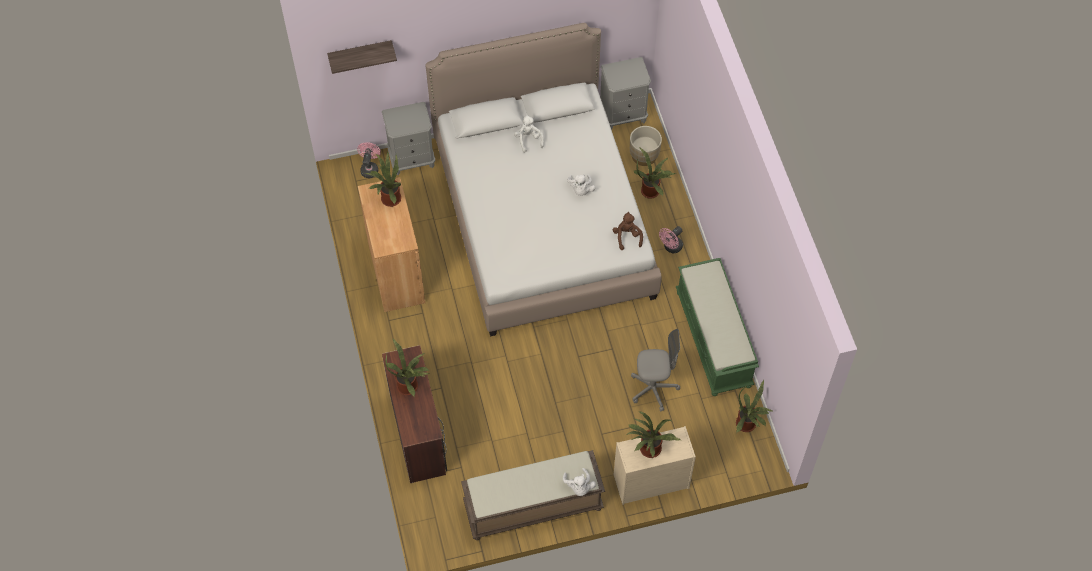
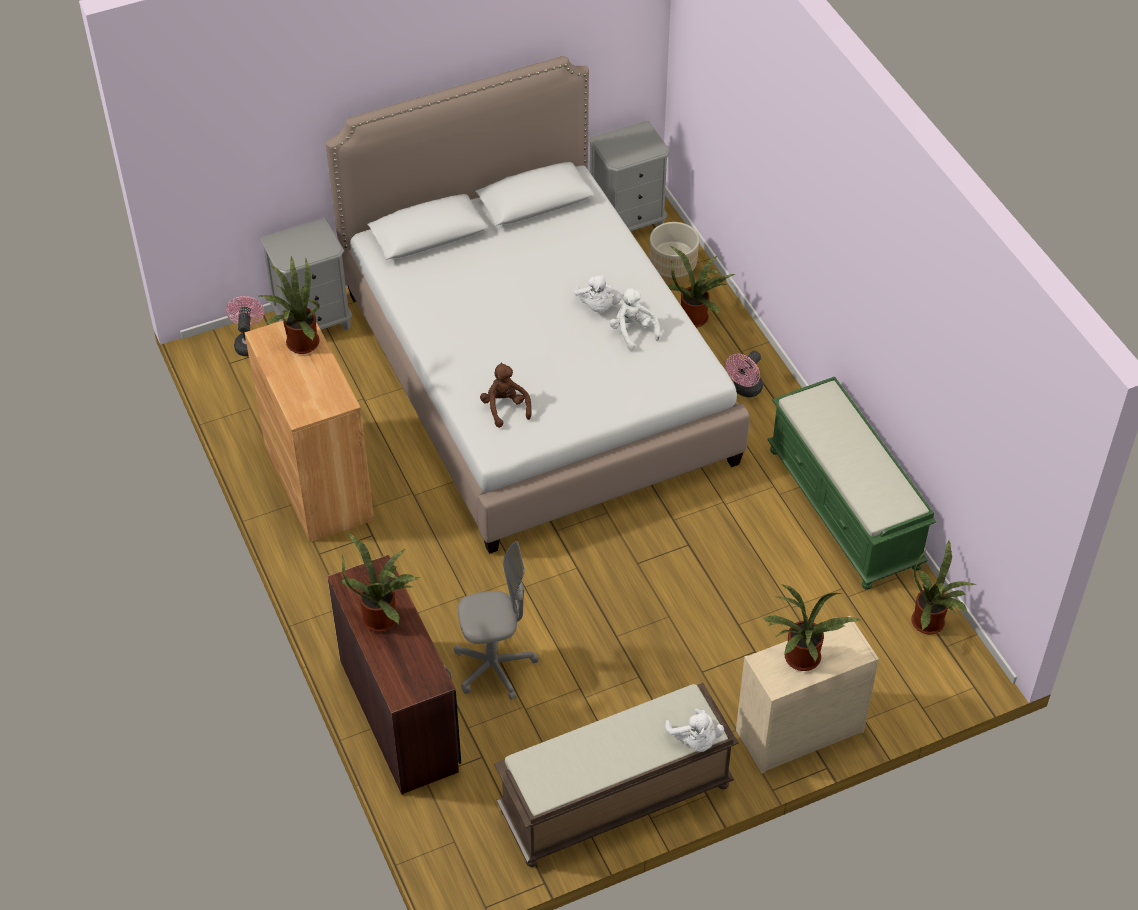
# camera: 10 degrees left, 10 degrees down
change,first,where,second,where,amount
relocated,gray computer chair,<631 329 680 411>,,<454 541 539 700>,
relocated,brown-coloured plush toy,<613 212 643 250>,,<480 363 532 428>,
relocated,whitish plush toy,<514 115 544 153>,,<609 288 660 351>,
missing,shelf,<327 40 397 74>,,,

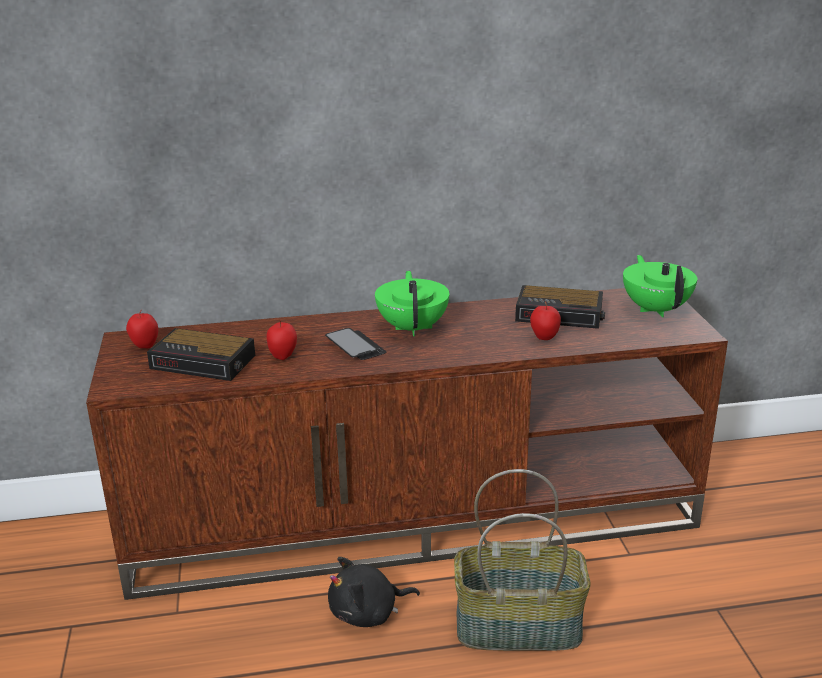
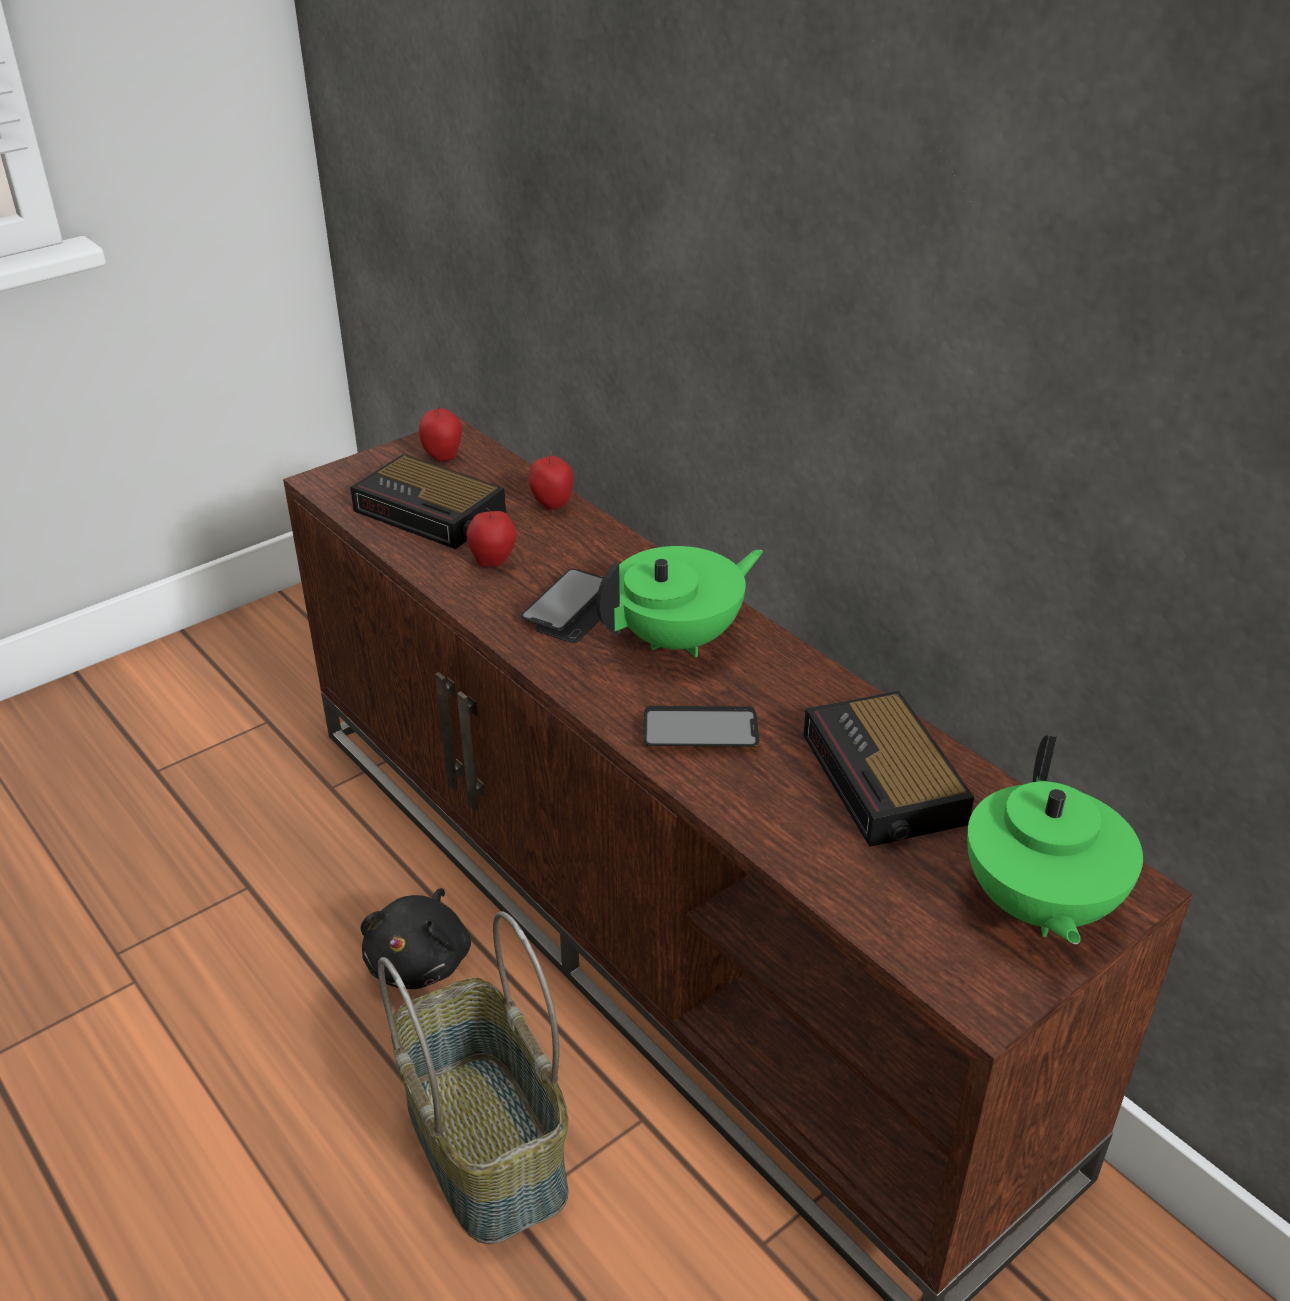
# camera: 60 degrees right, 10 degrees up
change,first,where,second,where,amount
spun,table clock,<147 328 255 381>,,<350 454 506 549>,45 degrees counterclockwise
spun,blackish plush toy,<328 557 420 627>,,<361 888 471 989>,120 degrees counterclockwise
relocated,apple,<530 301 561 340>,,<528 451 573 510>,
appeared,,,handset,<643 706 759 747>,
spun,green-coloured teapot,<623 255 697 317>,,<967 735 1143 944>,135 degrees clockwise

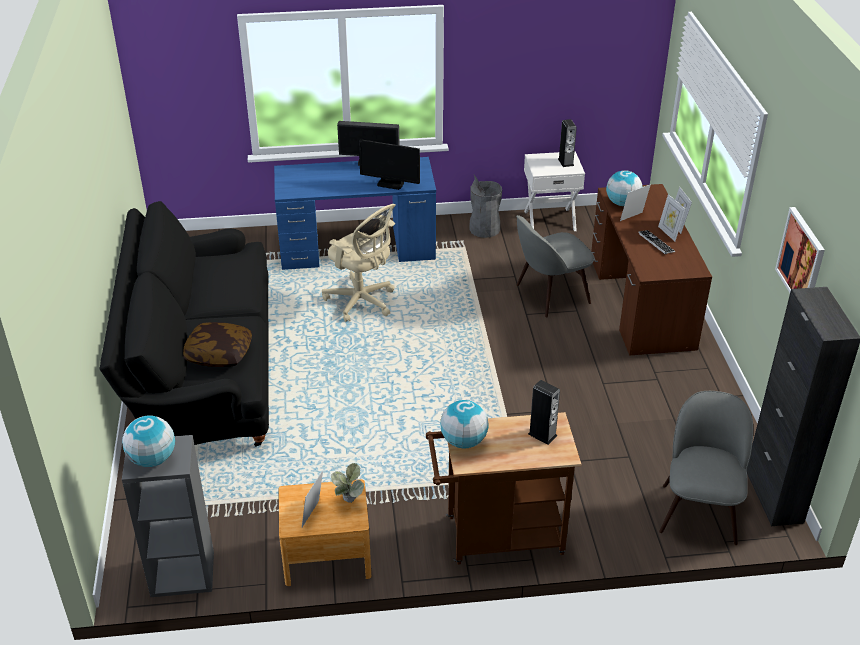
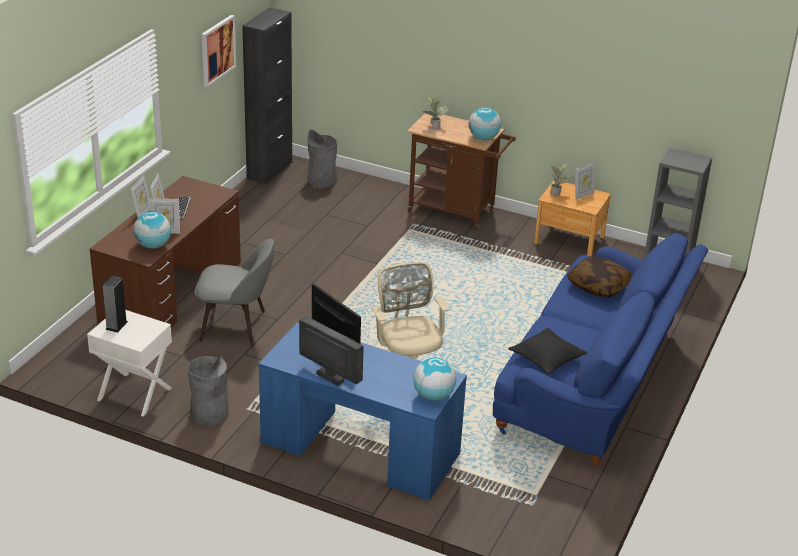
# camera: 150 degrees left, 5 degrees down
change,first,where,second,where,amount
exchanged,gray chair,<659 391 753 545>,gray rubbish bin,<307 130 337 188>,
relocated,globe,<122 416 175 467>,,<413 358 456 401>,
exchanged,speaker,<528 380 560 445>,plant in a pot,<423 96 449 130>,
colour,blackish couch,<99 201 269 446>,blue-coloured couch,<493 233 708 466>,
appeared,,,blackish cushion,<508 328 587 375>,

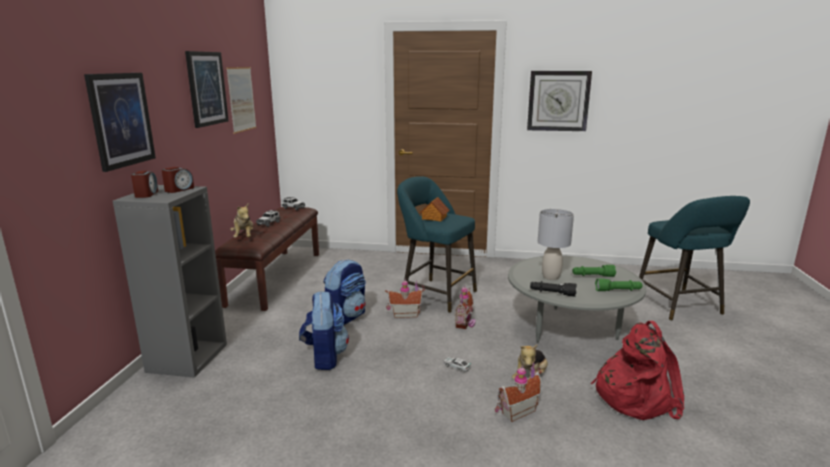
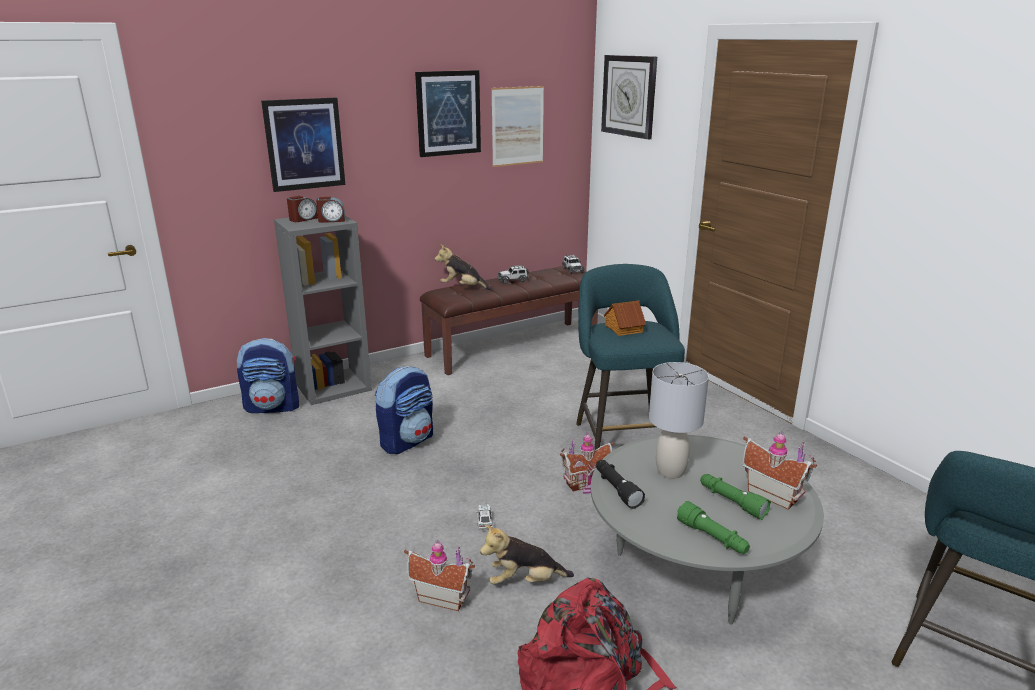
# camera: 50 degrees right, 5 degrees up
change,first,where,second,where,amount
relocated,backpack,<324 259 366 325>,,<237 338 299 413>,
spun,plush toy,<230 203 253 238>,,<435 244 493 291>,75 degrees clockwise
relocated,clock on the wall,<527 71 592 131>,,<601 55 657 140>,
relocated,miniature house,<385 280 425 318>,,<743 430 817 510>,

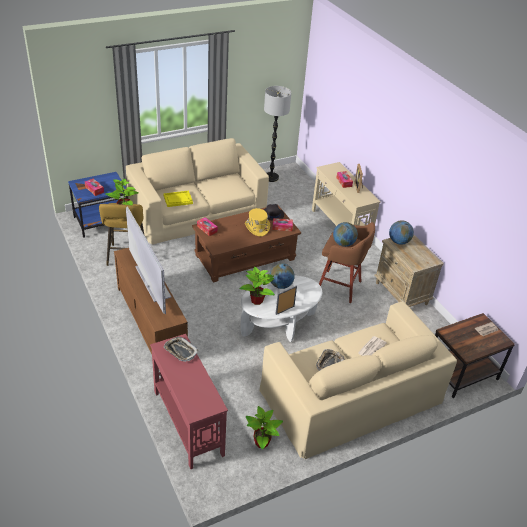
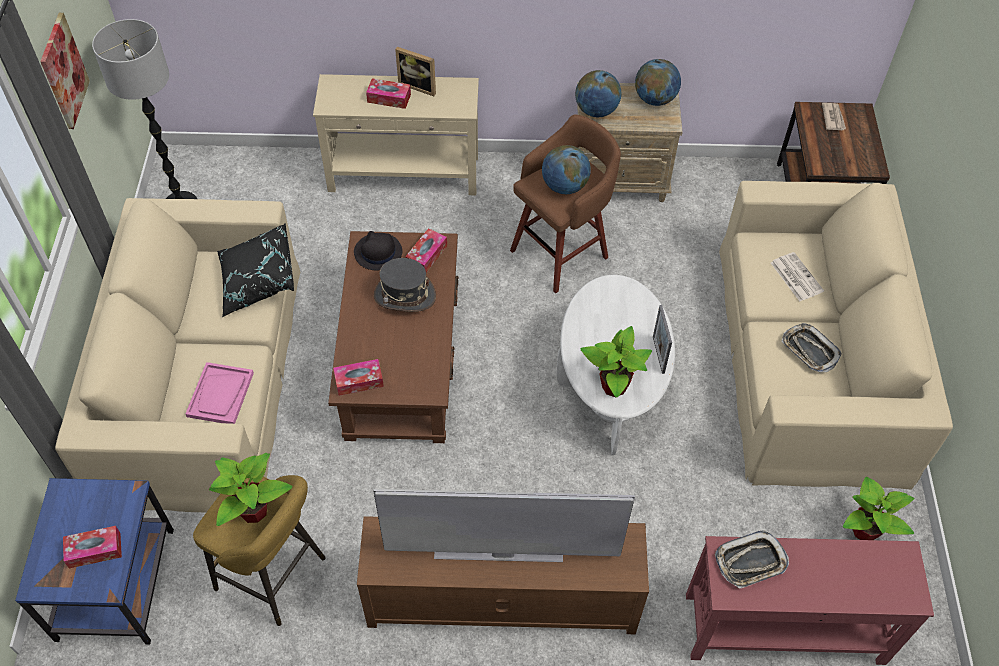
# camera: 60 degrees left, 15 degrees up
change,first,where,second,where,amount
appeared,,,picture,<40 13 90 129>,
colour,yellowish tray,<163 191 193 207>,pinkish tray,<186 362 254 424>,
appeared,,,blackish cushion,<217 223 294 317>,
colour,yellowish wearable hat,<245 208 270 236>,gray wearable hat,<374 258 436 312>,
relocated,globe,<270 263 295 289>,,<635 59 681 106>,

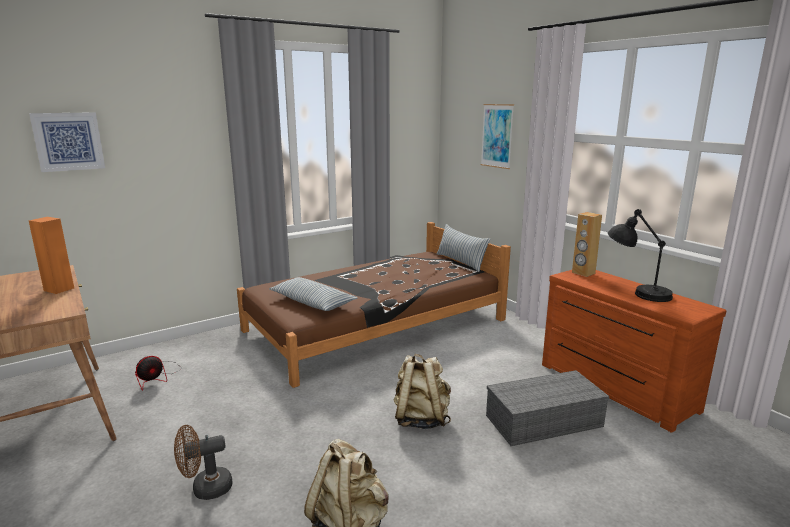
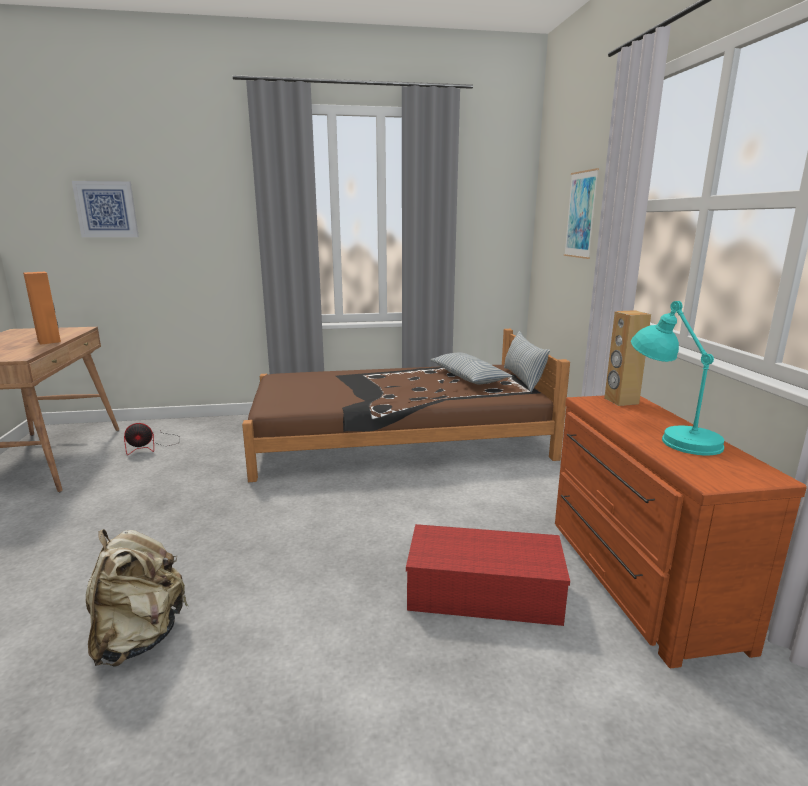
# camera: 25 degrees right, 0 degrees up
change,first,where,second,where,amount
colour,gray storage box,<486 370 609 446>,red-coloured storage box,<406 524 570 626>,
relocated,cushion,<269 277 358 311>,,<430 352 512 384>,
colour,blackish table lamp,<608 209 673 302>,turquoise-coloured table lamp,<631 301 724 456>,
missing,brown-coloured cooling fan,<174 425 232 500>,,,
missing,beige backpack,<394 354 451 429>,,,

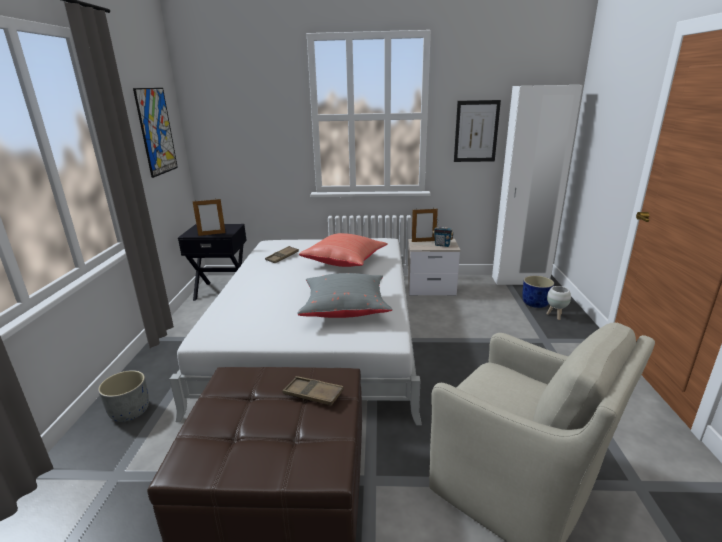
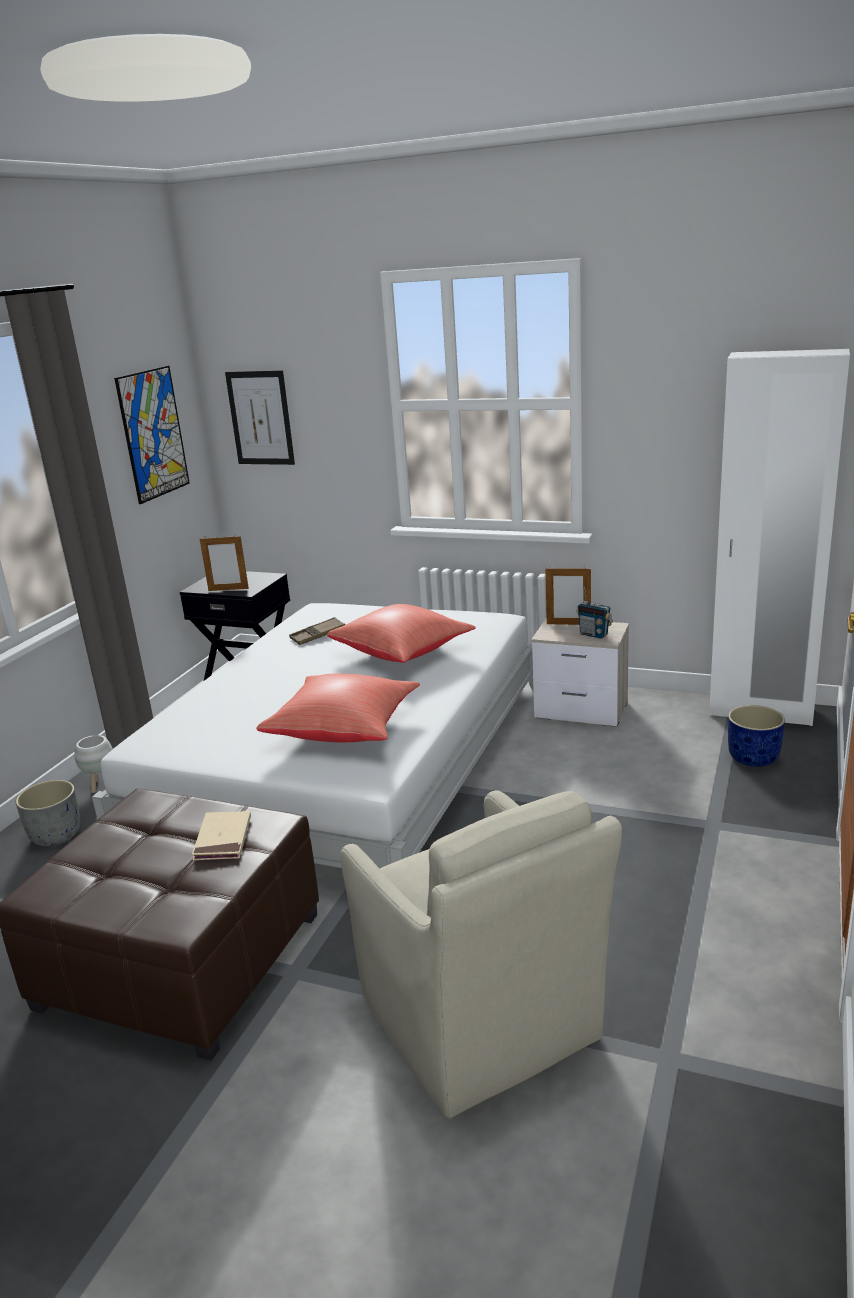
# camera: 20 degrees right, 0 degrees up
change,first,where,second,where,amount
relocated,whitish plant pot,<546 286 571 320>,,<75 735 113 793>,
exchanged,brown-coloured tray,<282 376 344 406>,beige bound book,<192 811 251 860>,
relocated,picture,<454 100 501 162>,,<225 370 295 465>,
colour,gray cushion,<297 273 393 318>,red-coloured cushion,<256 674 420 742>,

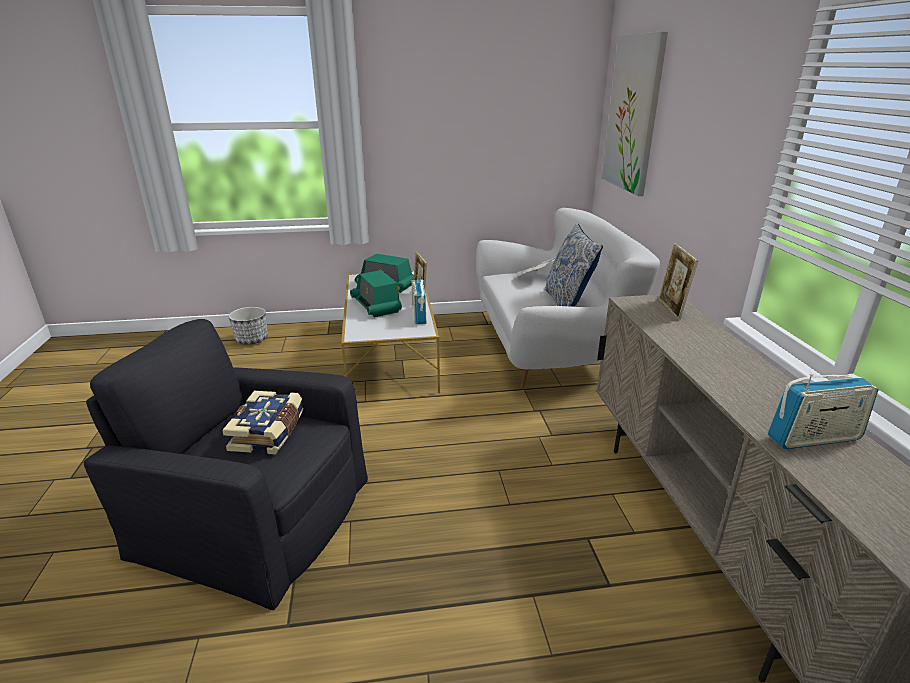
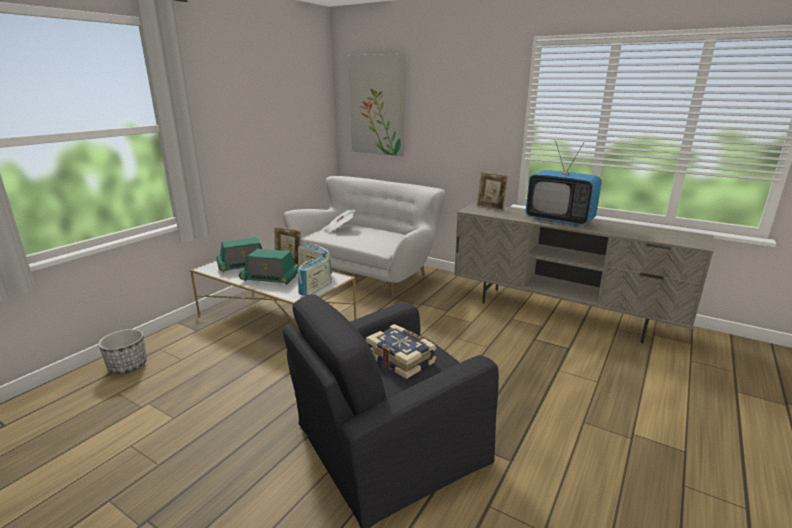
# camera: 50 degrees left, 5 degrees down
change,first,where,second,where,amount
relocated,radio,<767 374 879 449>,,<298 257 332 296>,
appeared,,,TV,<525 141 602 226>,
missing,cushion,<545 223 603 307>,,,

